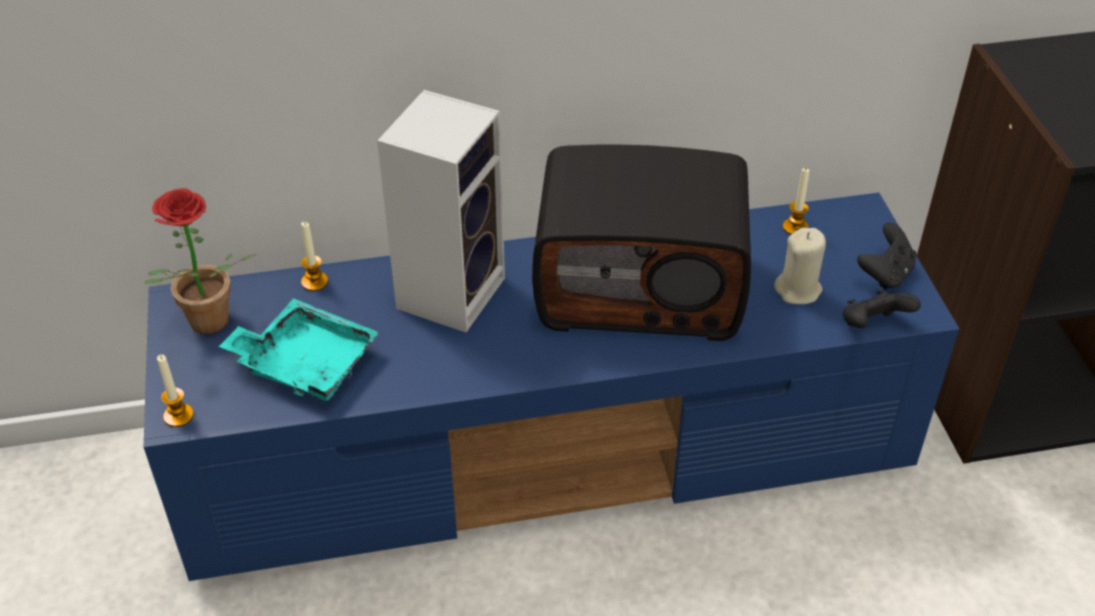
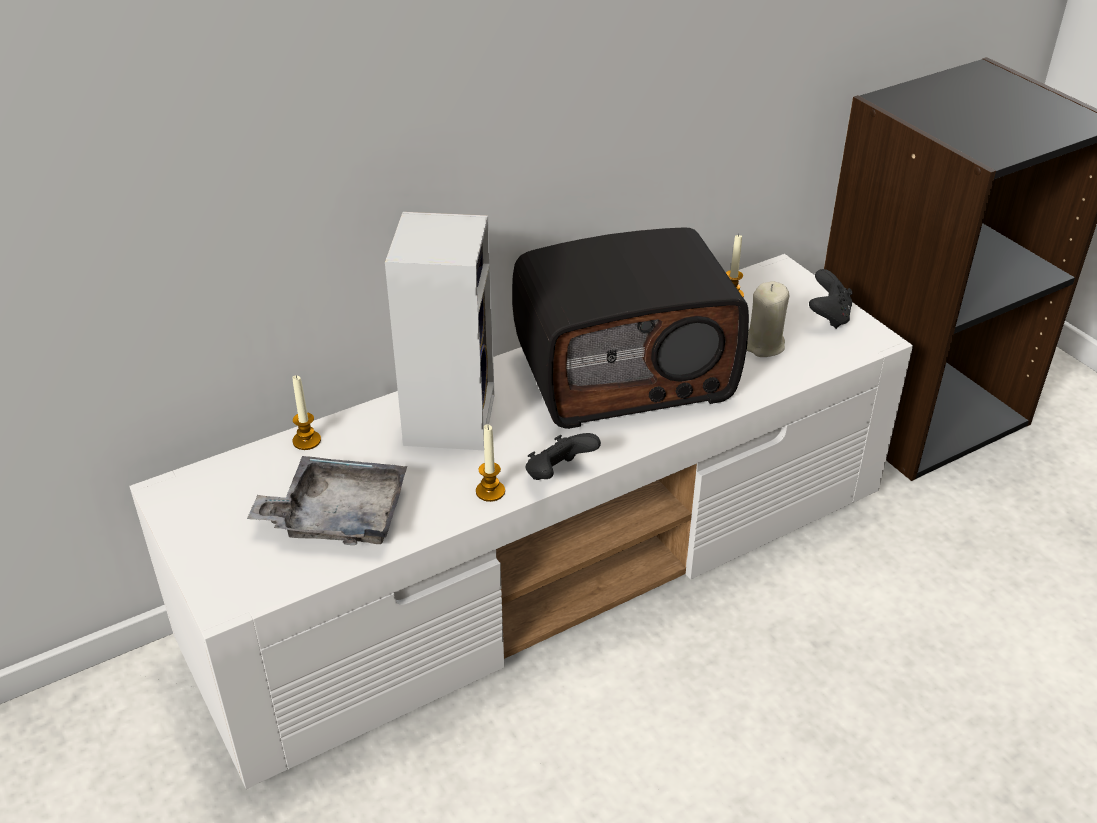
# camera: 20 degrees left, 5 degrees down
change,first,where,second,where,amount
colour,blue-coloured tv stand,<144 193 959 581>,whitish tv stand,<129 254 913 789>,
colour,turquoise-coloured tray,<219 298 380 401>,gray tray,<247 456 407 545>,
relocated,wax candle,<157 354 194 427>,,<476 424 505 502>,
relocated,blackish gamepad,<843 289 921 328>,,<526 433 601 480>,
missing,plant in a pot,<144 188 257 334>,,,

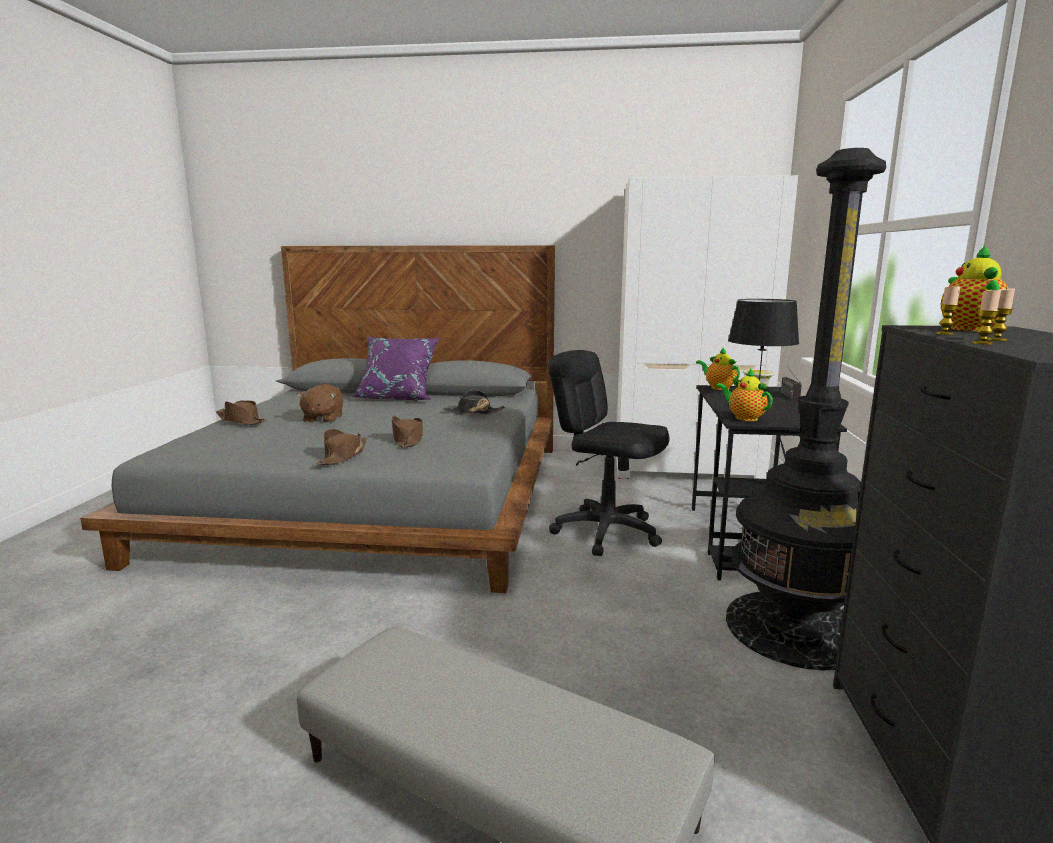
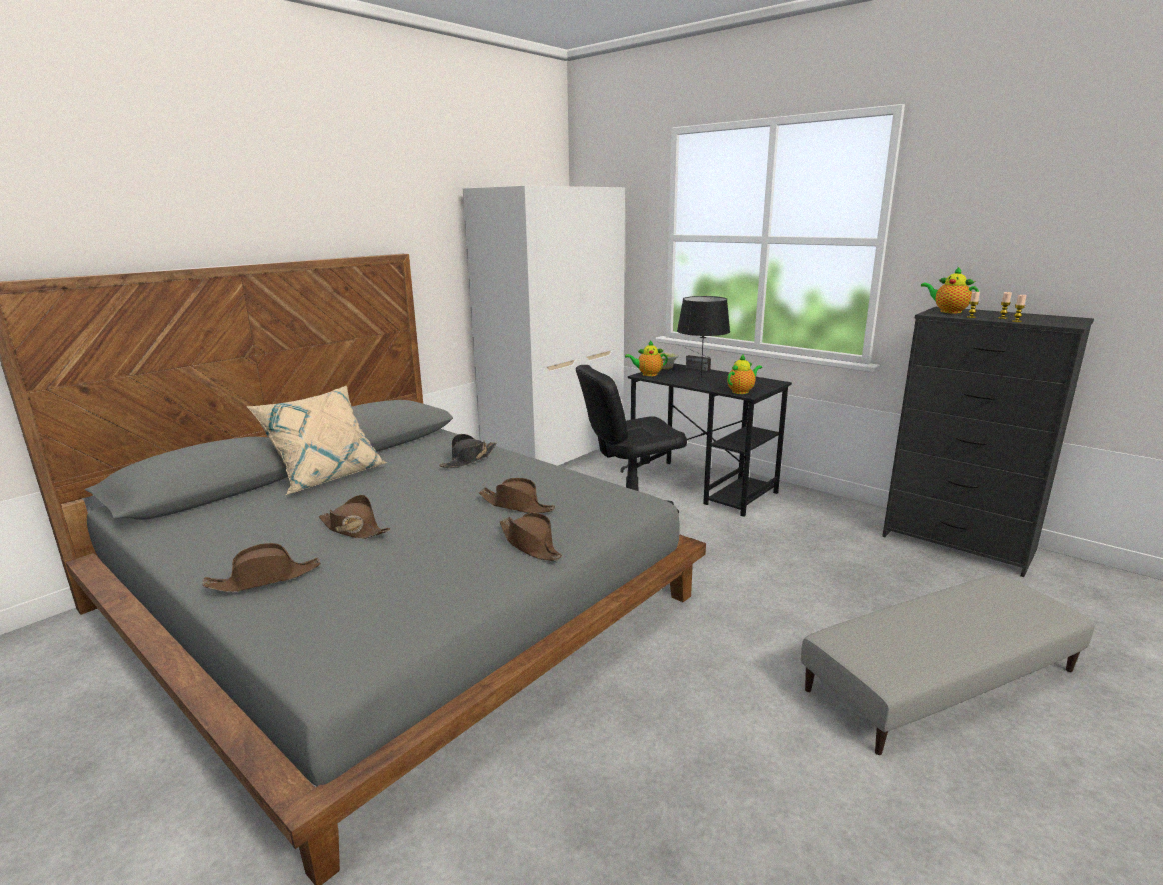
# camera: 55 degrees left, 5 degrees up
change,first,where,second,where,amount
colour,purplish cushion,<351 336 440 400>,beige cushion,<246 386 388 495>,
exchanged,brown-coloured plush toy,<297 384 343 423>,brown-coloured wearable hat,<319 495 390 539>,
spun,teapot,<716 368 773 421>,,<727 354 762 394>,150 degrees clockwise
missing,blackish standard lamp,<726 148 886 670>,,,

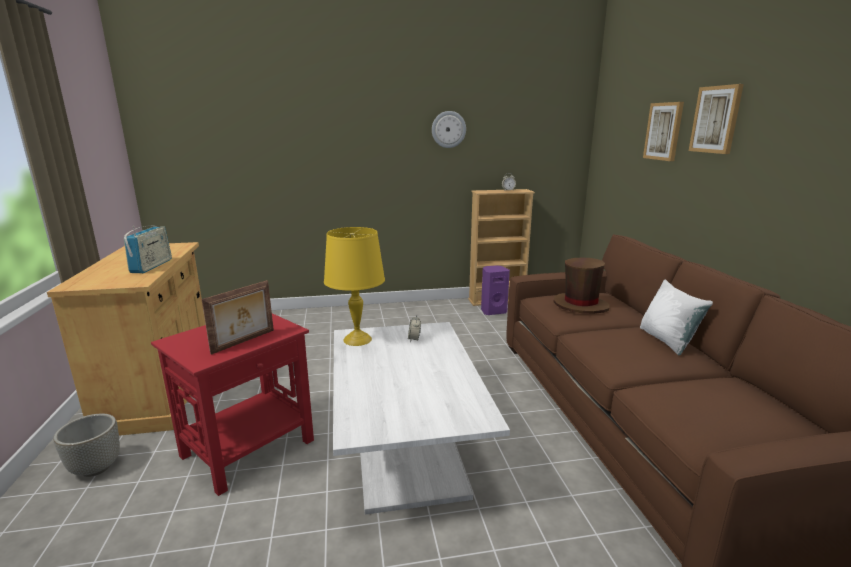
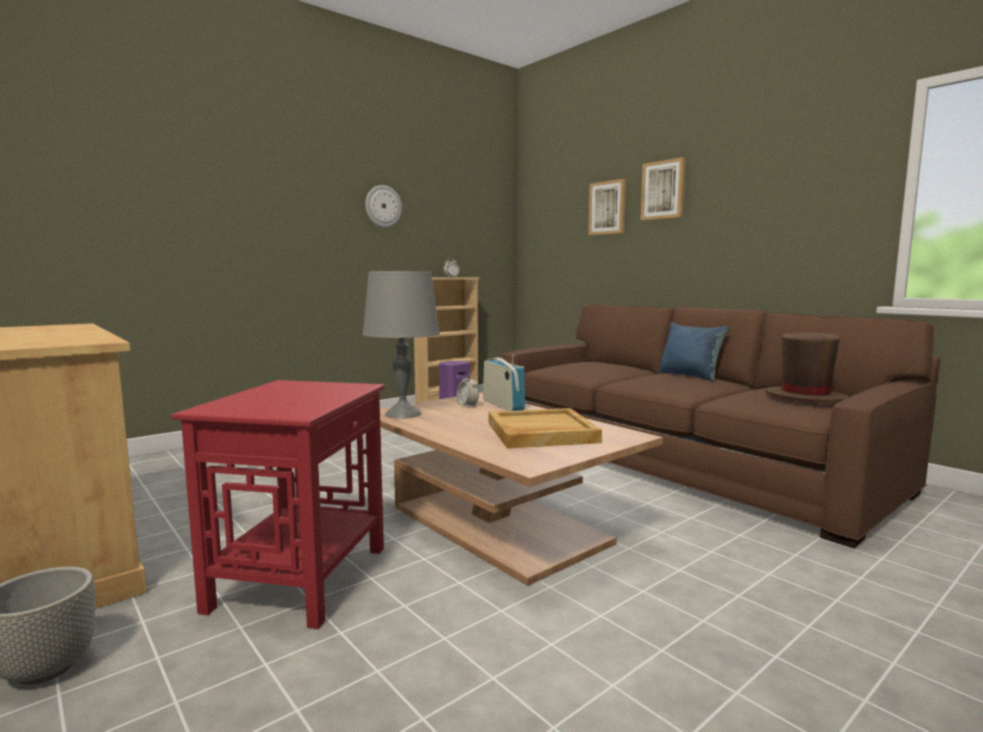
# camera: 30 degrees left, 10 degrees down
change,first,where,second,where,amount
colour,yellowish table lamp,<324 227 385 346>,gray table lamp,<362 271 440 419>,
colour,whitish coffee table,<333 322 510 515>,brown-coloured coffee table,<380 393 663 586>,
relocated,radio,<124 225 172 274>,,<483 355 525 411>,
appeared,,,beige tray,<489 408 602 449>,
colour,whitish cushion,<640 280 713 355>,blue-coloured cushion,<659 322 729 381>,
relocated,brown-coloured wearable hat,<554 258 610 314>,,<765 332 849 403>,
missing,picture frame,<202 280 274 355>,,,

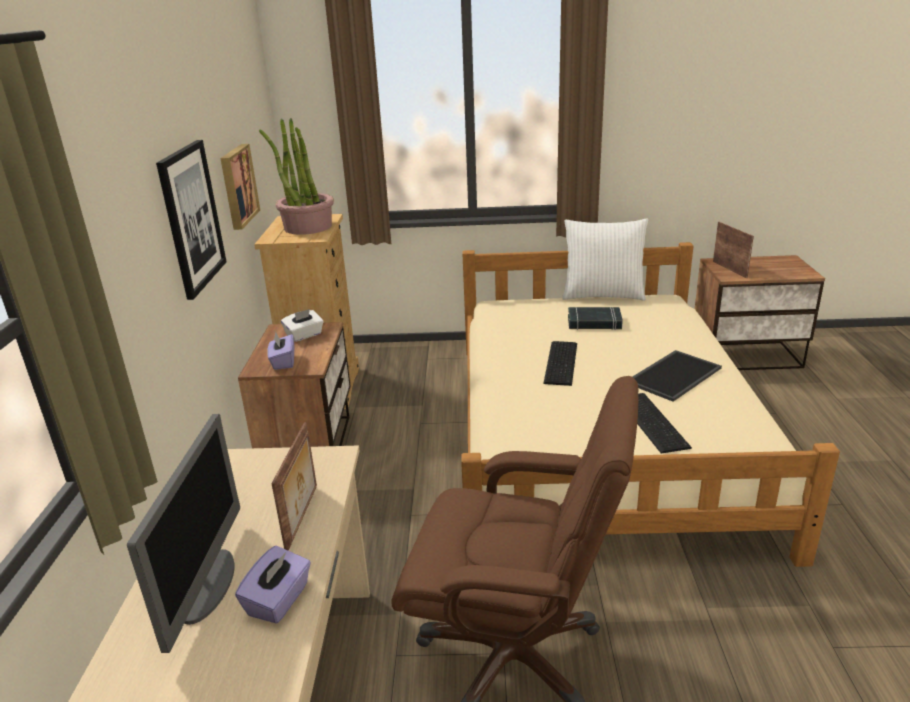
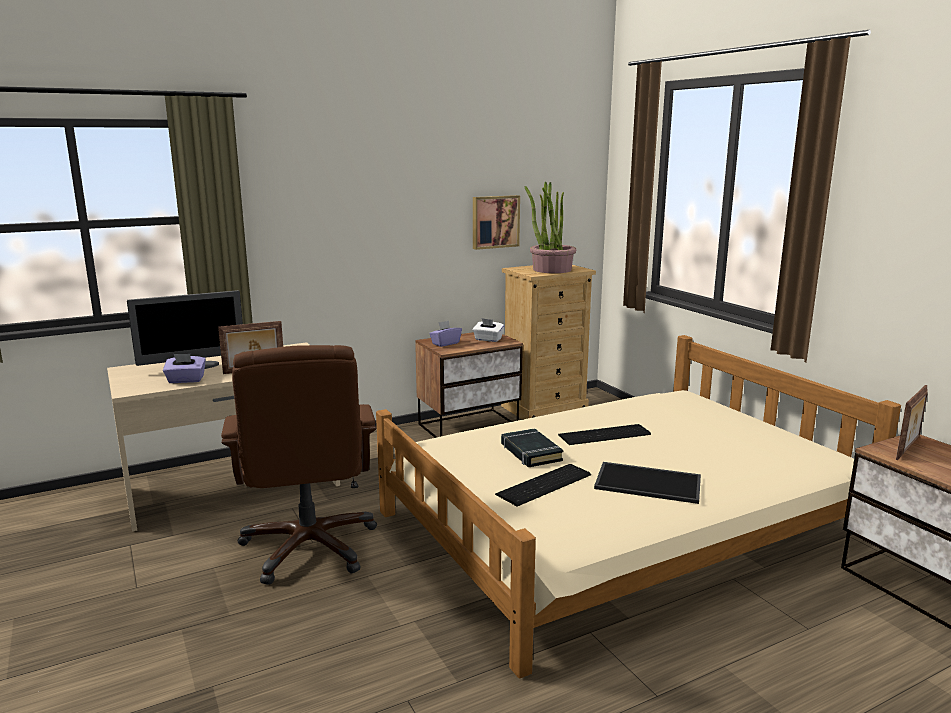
# camera: 60 degrees right, 10 degrees down
change,first,where,second,where,amount
relocated,blackish bound book,<568 307 623 330>,,<501 428 563 467>,
missing,picture,<156 140 227 300>,,,
missing,whitish cushion,<562 218 648 301>,,,

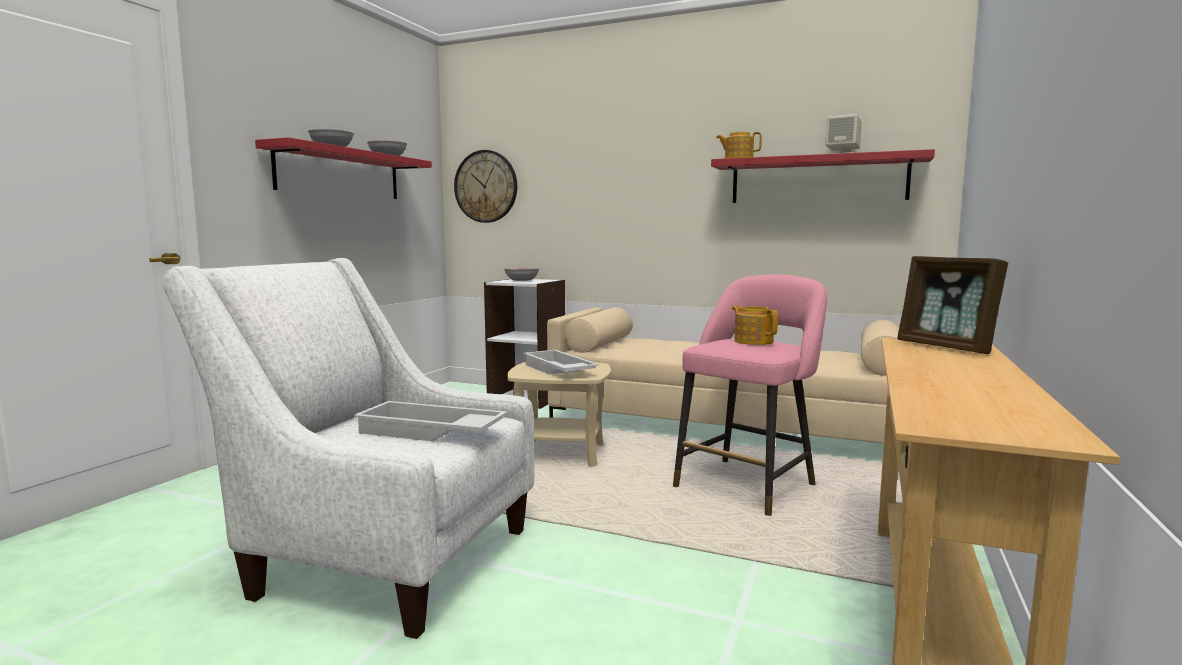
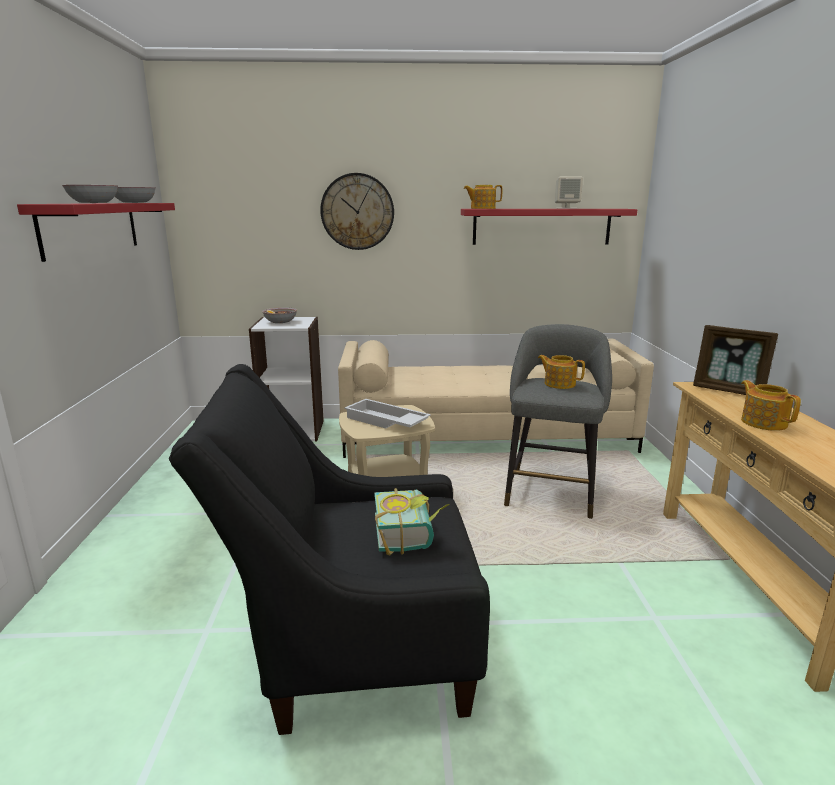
# camera: 25 degrees left, 10 degrees up
change,first,where,second,where,amount
colour,whitish armchair,<162 258 534 639>,blackish armchair,<169 364 490 735>,
relocated,clock on the wall,<454 150 517 223>,,<320 173 394 250>,
exchanged,whitish tray,<353 401 507 441>,bound book,<374 488 450 555>,
colour,pinkish stool,<673 274 827 516>,gray stool,<504 324 612 519>,
appeared,,,teapot,<741 380 801 431>,

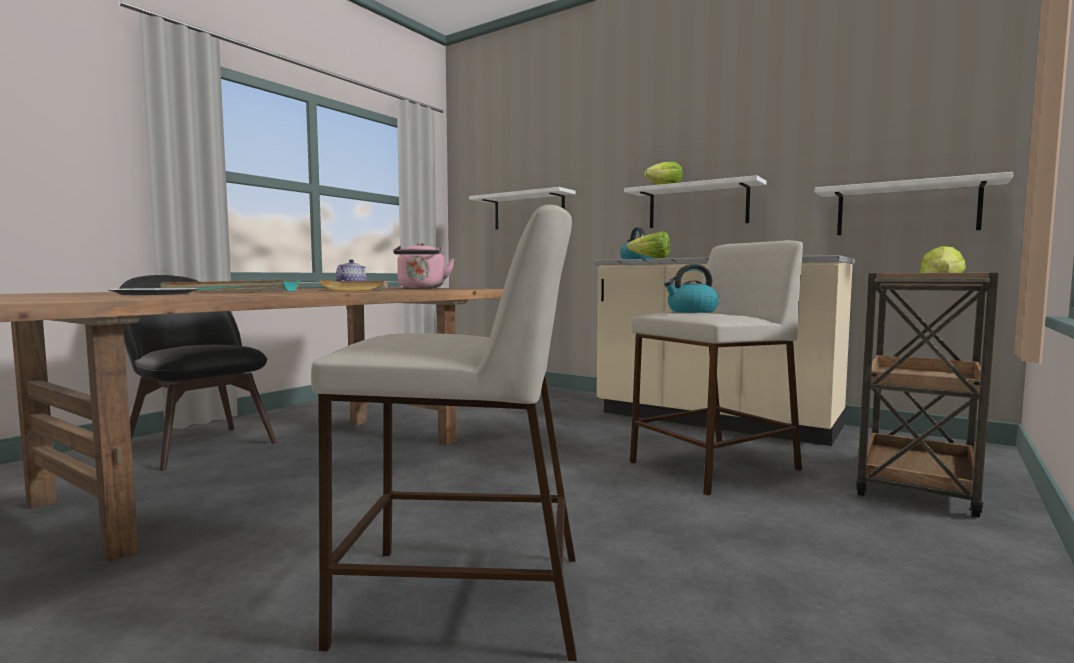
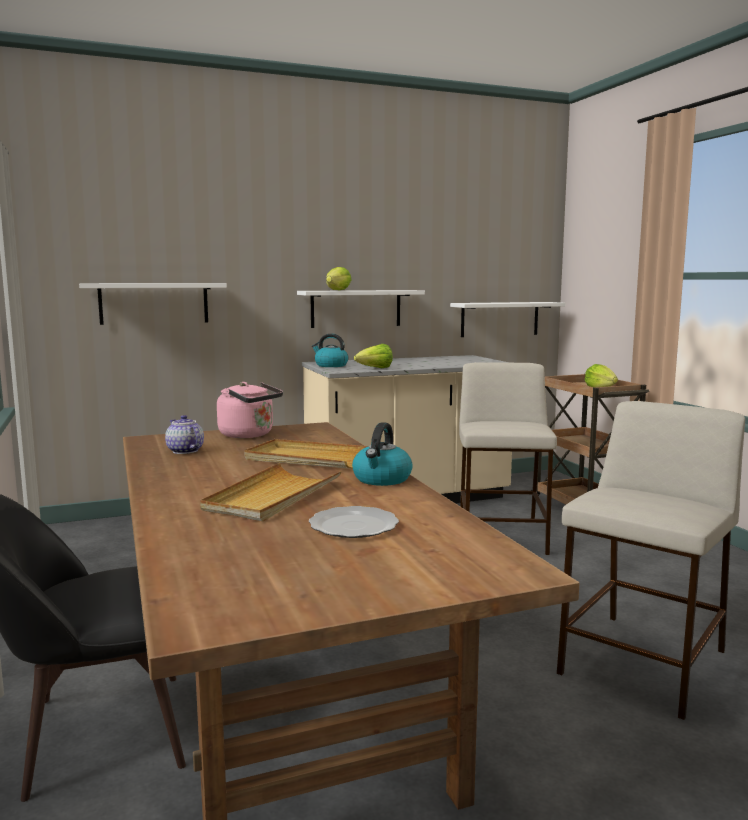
# camera: 55 degrees left, 5 degrees up
change,first,where,second,where,amount
colour,turquoise-coloured tray,<161 280 300 292>,beige tray,<200 463 342 521>,
relocated,kettle,<664 264 719 313>,,<352 422 413 486>,

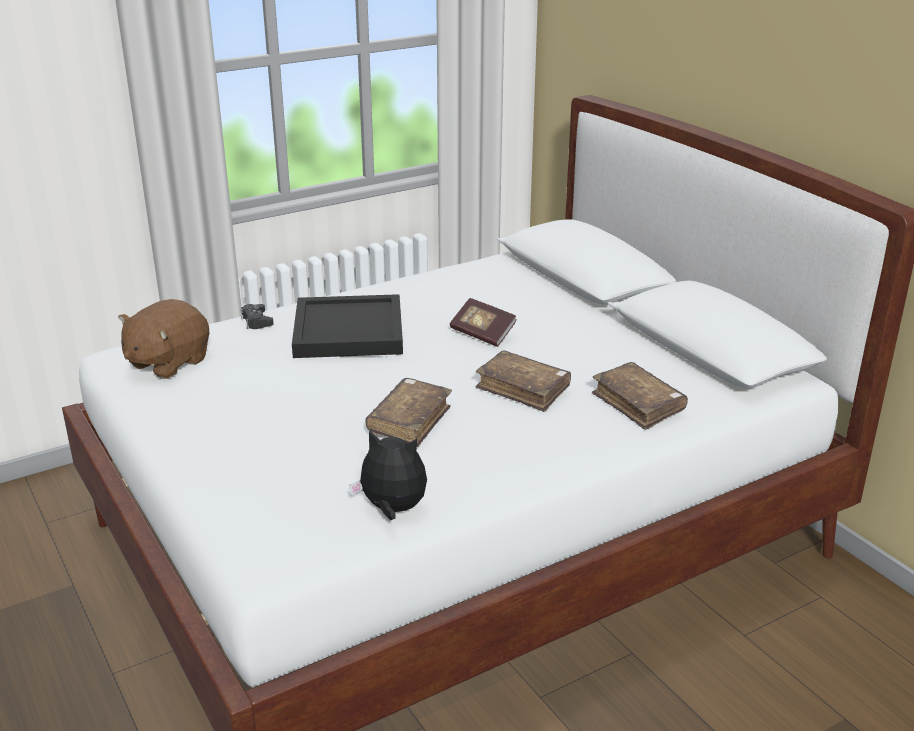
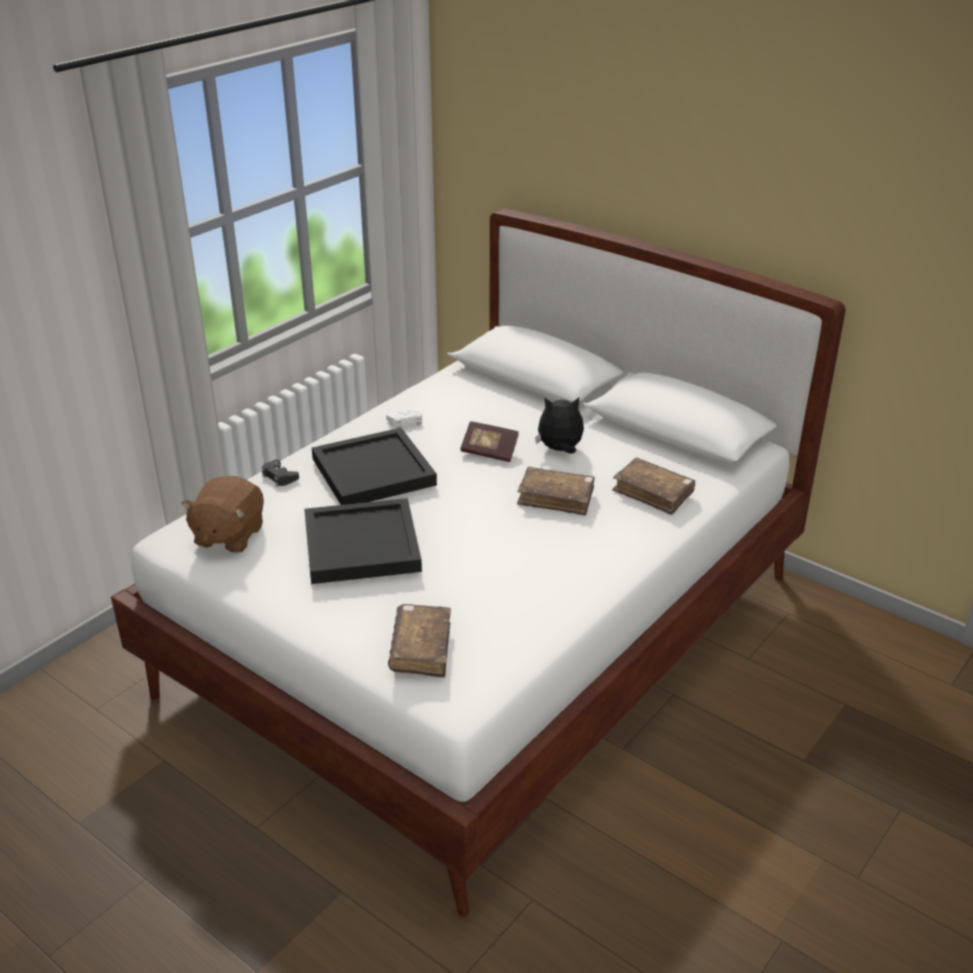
# camera: 20 degrees left, 5 degrees up
change,first,where,second,where,amount
appeared,,,blackish tray,<304 498 422 584>,
appeared,,,whitish gamepad,<386 408 422 428>,
relocated,brown-coloured bound book,<366 378 452 448>,,<388 604 451 678>,
relocated,plush toy,<349 430 427 520>,,<535 397 584 454>,

